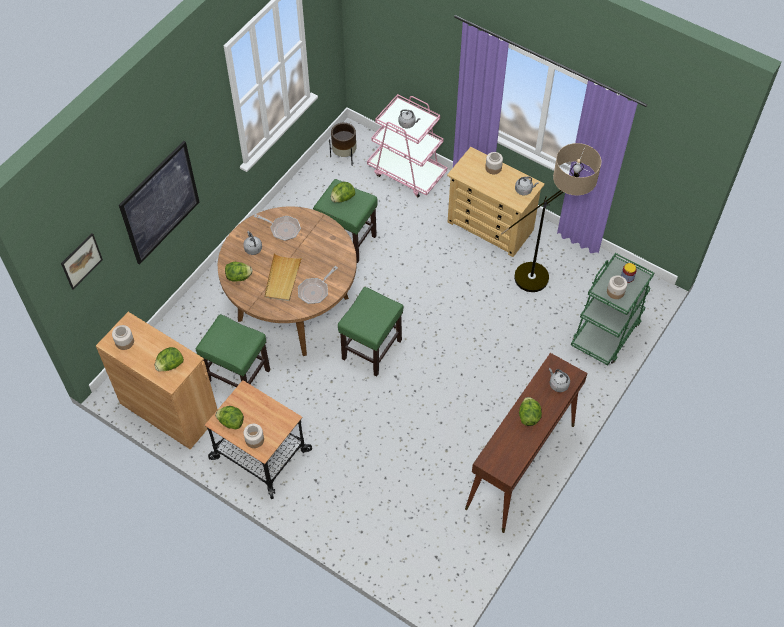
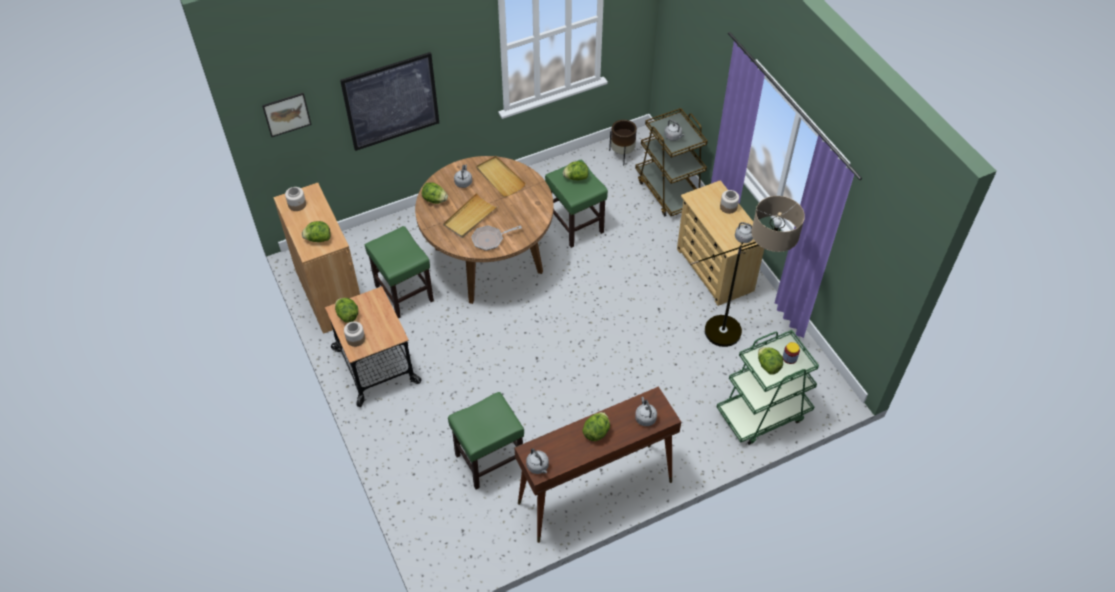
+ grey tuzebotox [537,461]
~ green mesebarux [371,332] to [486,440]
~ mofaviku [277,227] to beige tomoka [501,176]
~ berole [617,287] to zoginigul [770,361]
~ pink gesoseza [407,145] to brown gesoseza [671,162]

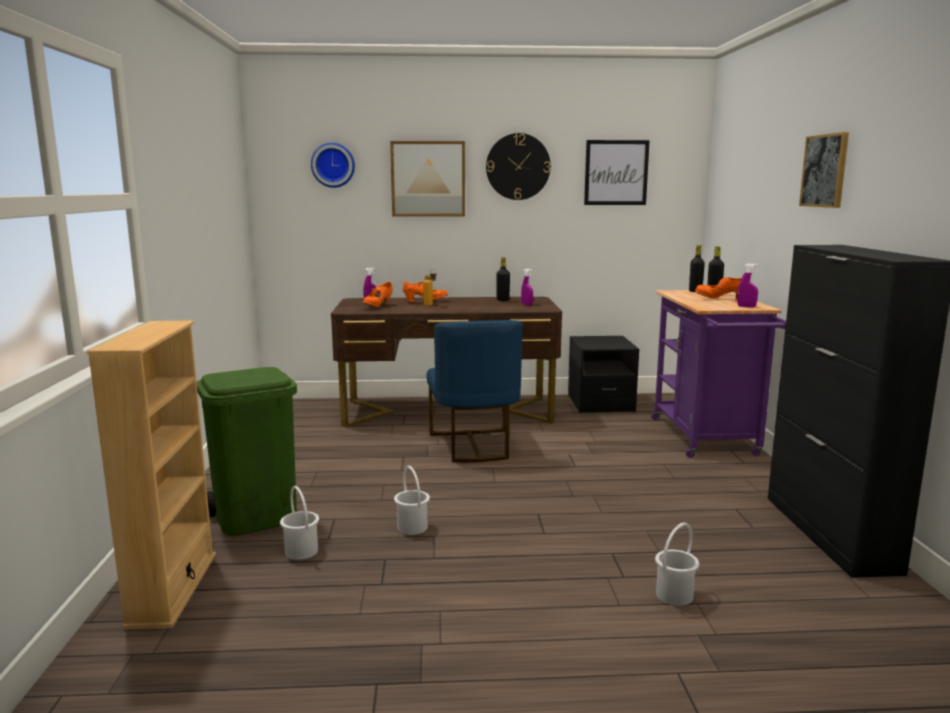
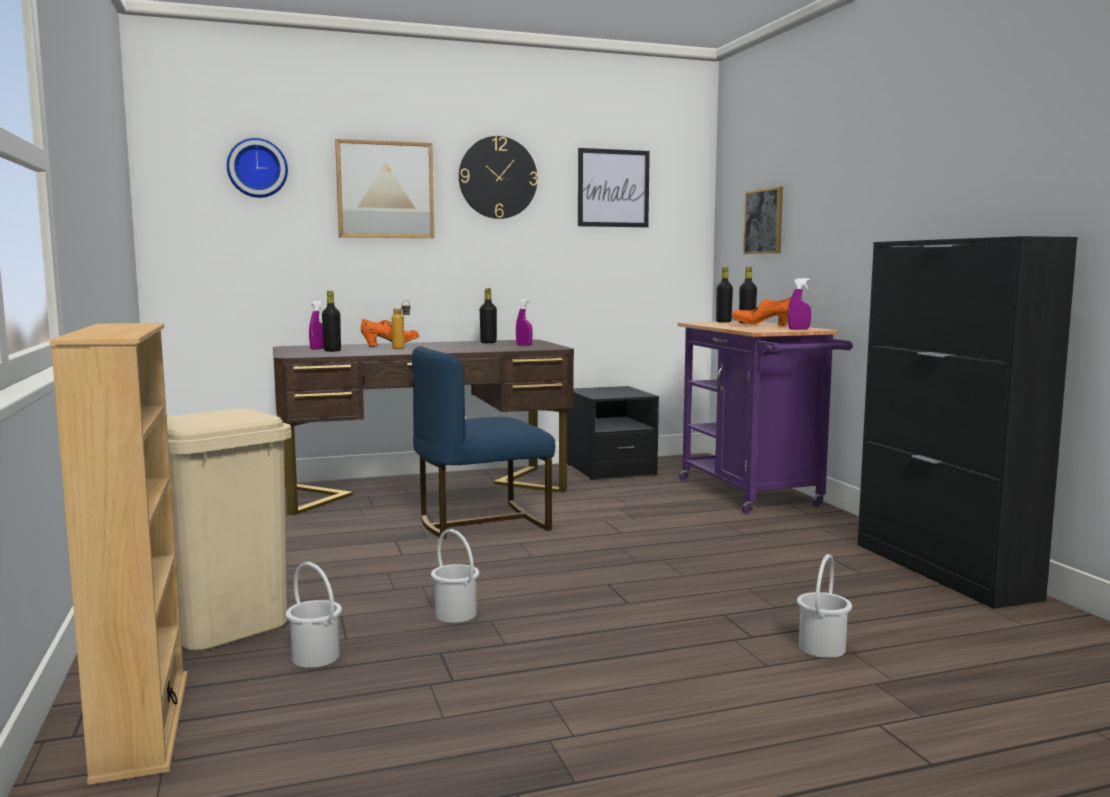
~ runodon [824,170] to [763,220]
~ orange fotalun [378,294] to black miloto [331,321]
~ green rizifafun [247,451] to beige rizifafun [229,530]
~ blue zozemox [474,391] = [483,442] 90 degrees clockwise

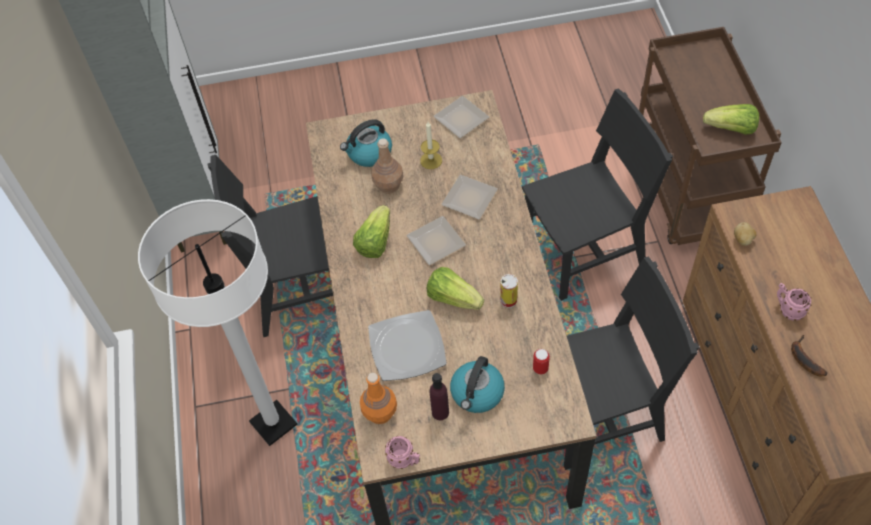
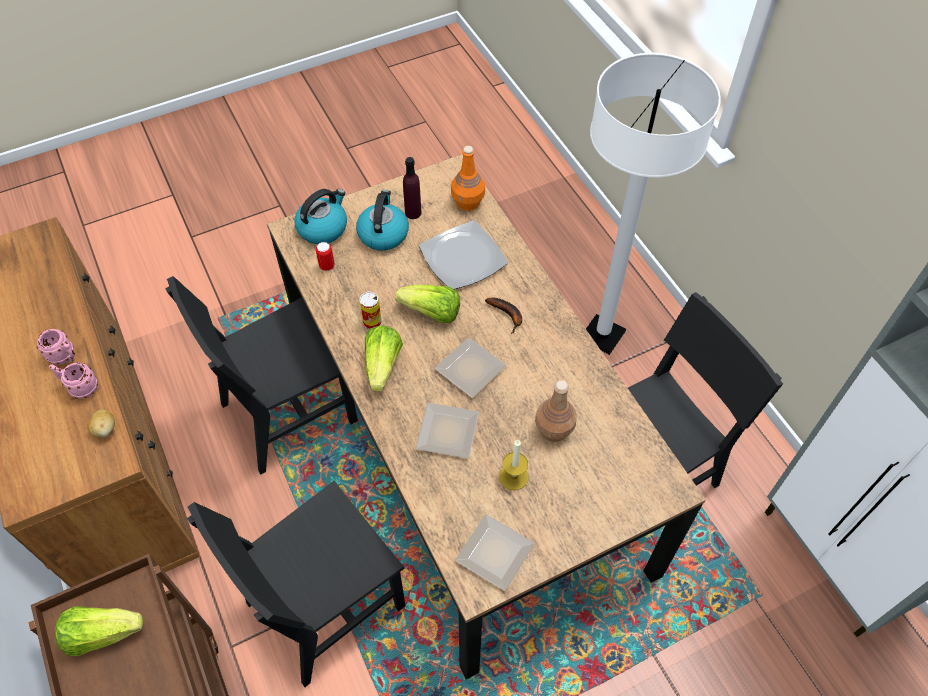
~ tuzebotox [366,143] to [320,216]
~ zoginigul [371,231] to [384,358]
~ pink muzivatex [402,452] to [73,381]
~ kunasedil [809,356] to [503,315]

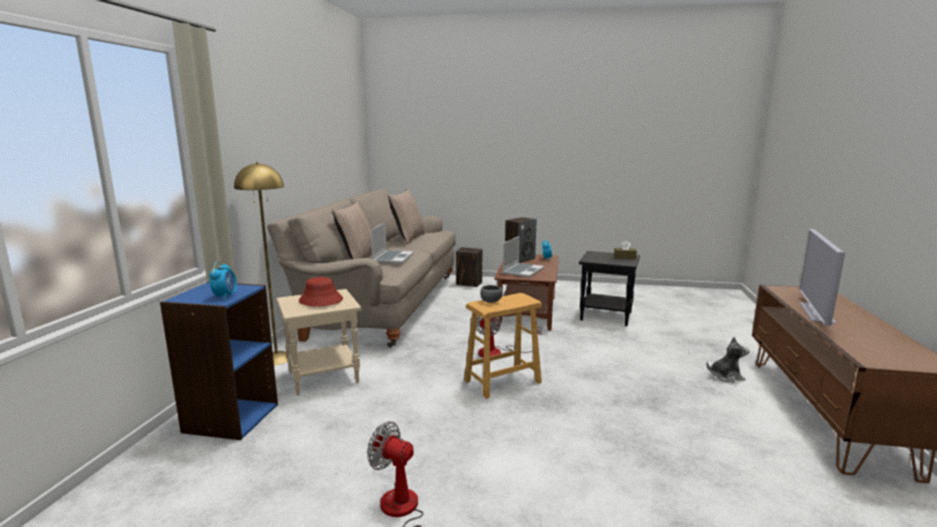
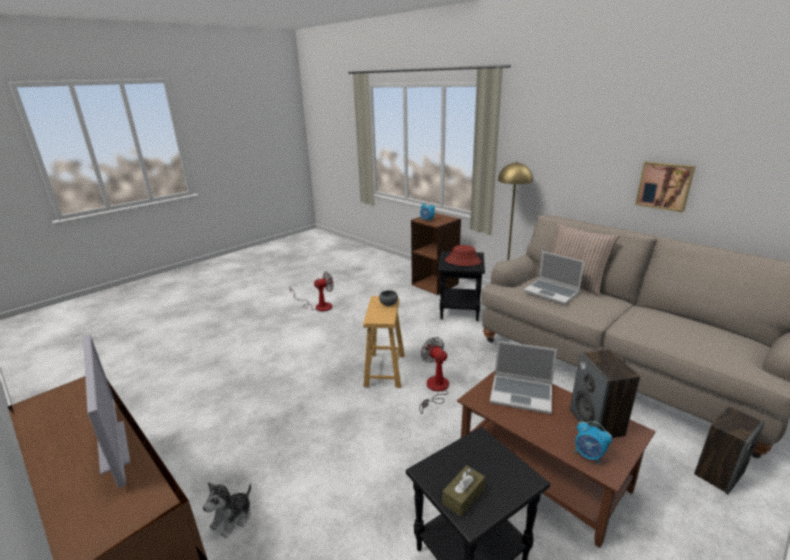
- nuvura [406,216]
+ runodon [665,187]
~ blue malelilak [219,361] to brown malelilak [436,254]
~ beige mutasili [319,342] to black mutasili [461,286]
~ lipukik [523,257] = [523,377] 45 degrees counterclockwise

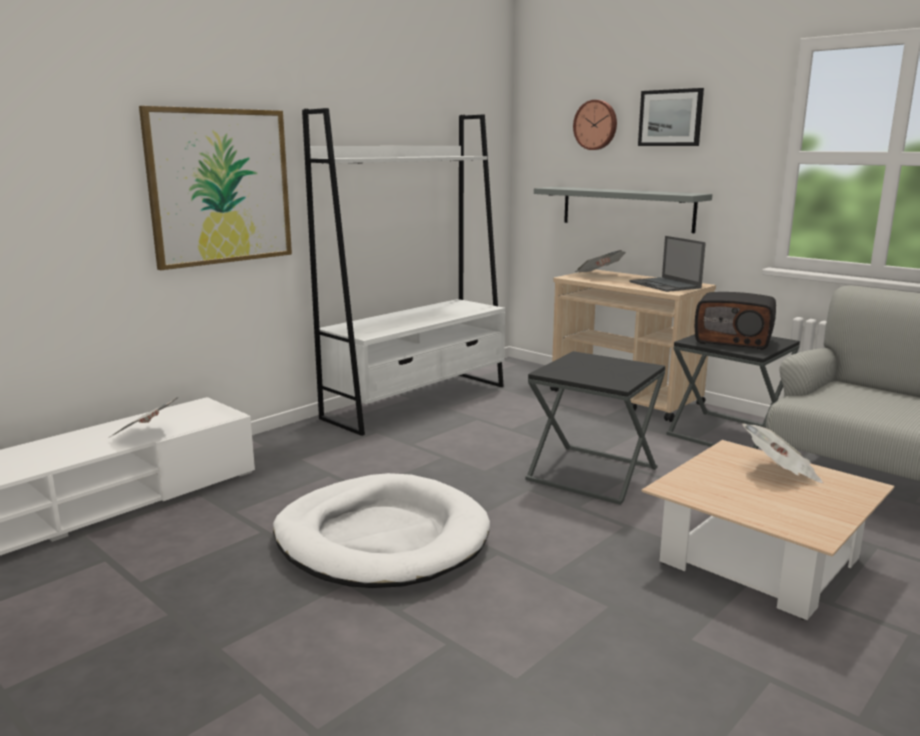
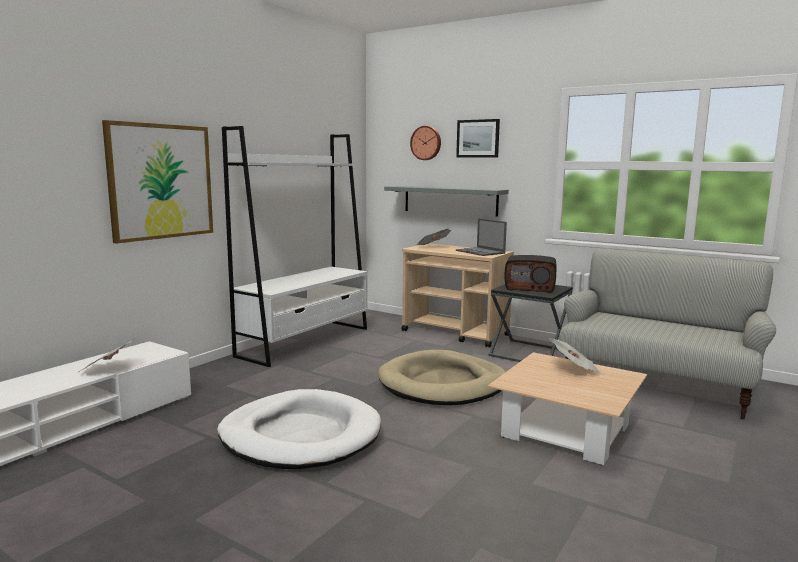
~ black mutasili [595,428] to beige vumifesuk [442,377]

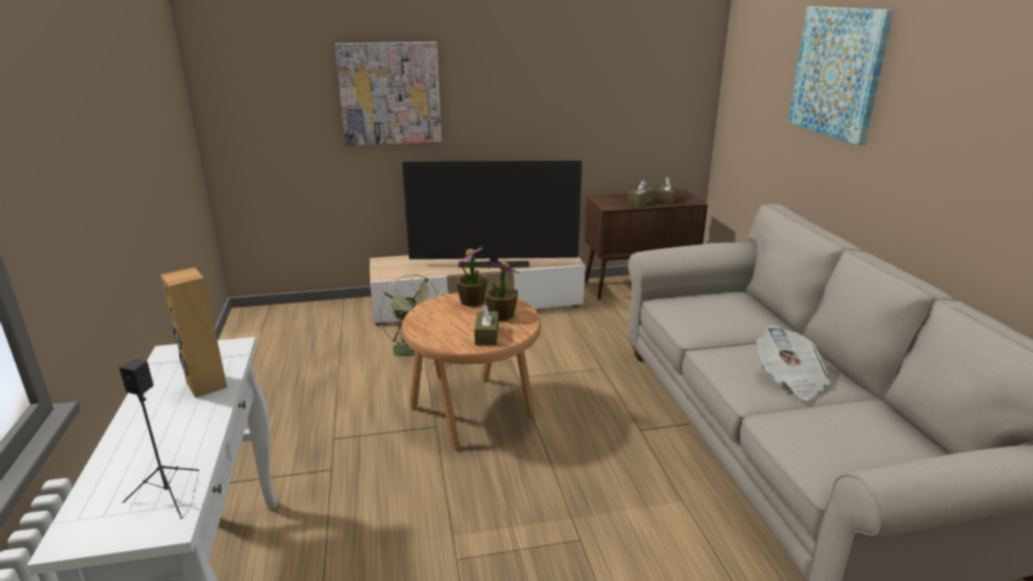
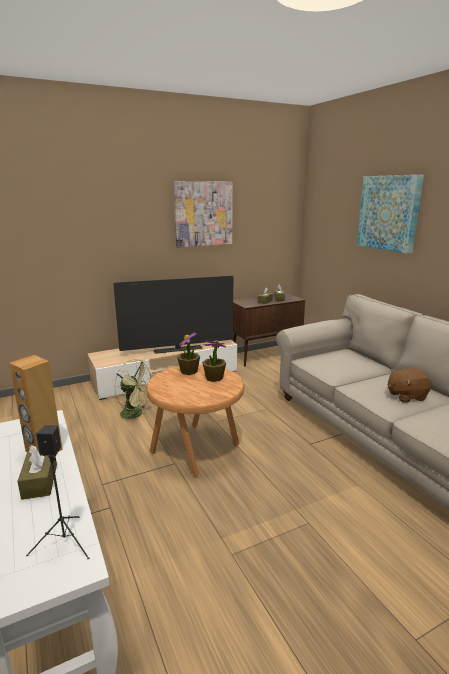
~ runodon [388,94] to [203,214]
~ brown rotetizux [486,324] to [37,472]
~ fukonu [793,363] to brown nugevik [410,385]

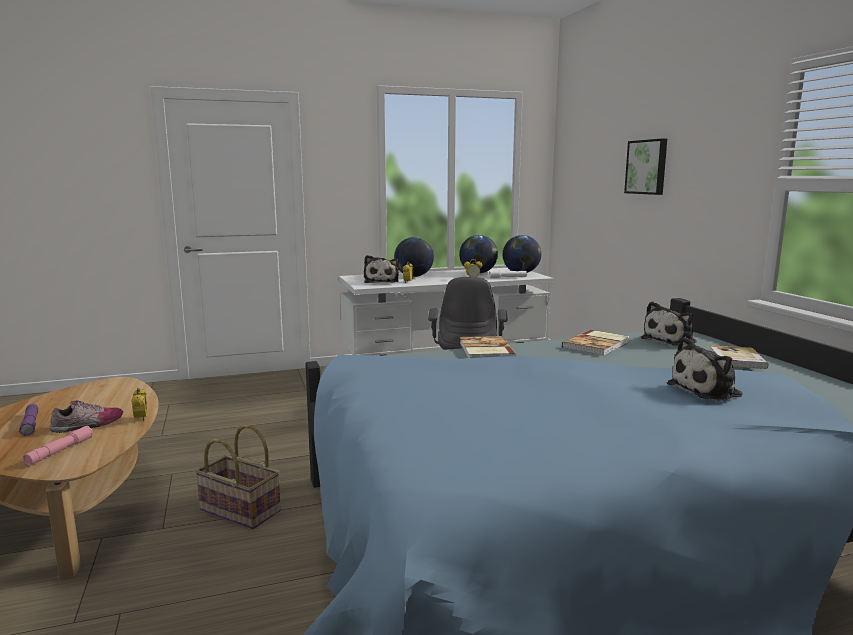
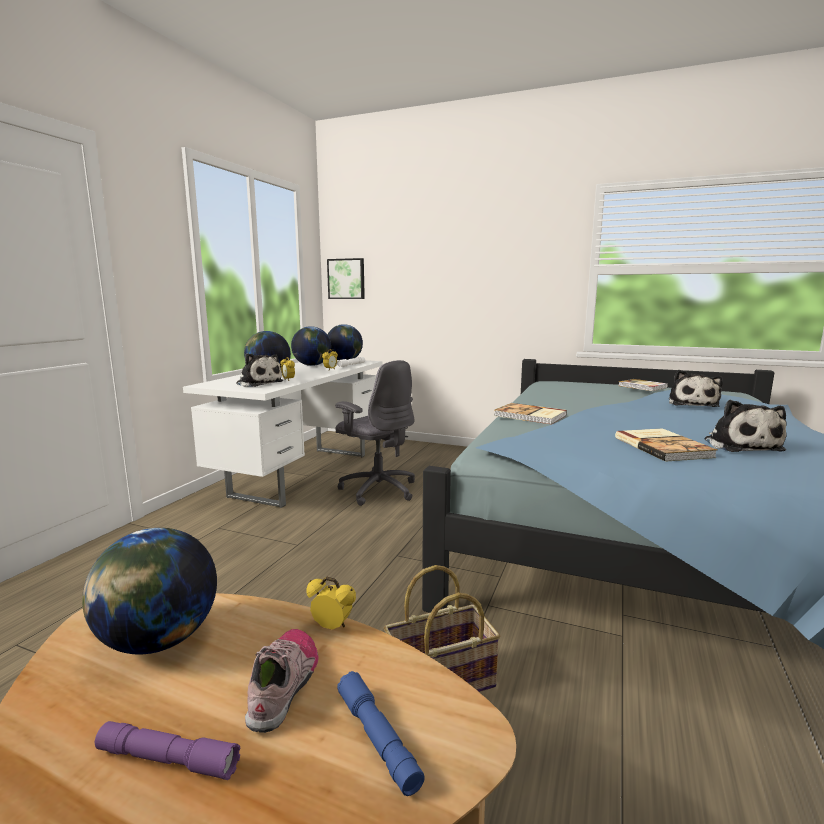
+ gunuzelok [149,591]
~ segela [596,343] to [666,445]
~ runodon [645,167] to [346,278]
~ nugevik [669,323] to [745,426]
~ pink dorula [58,445] to blue dorula [381,733]

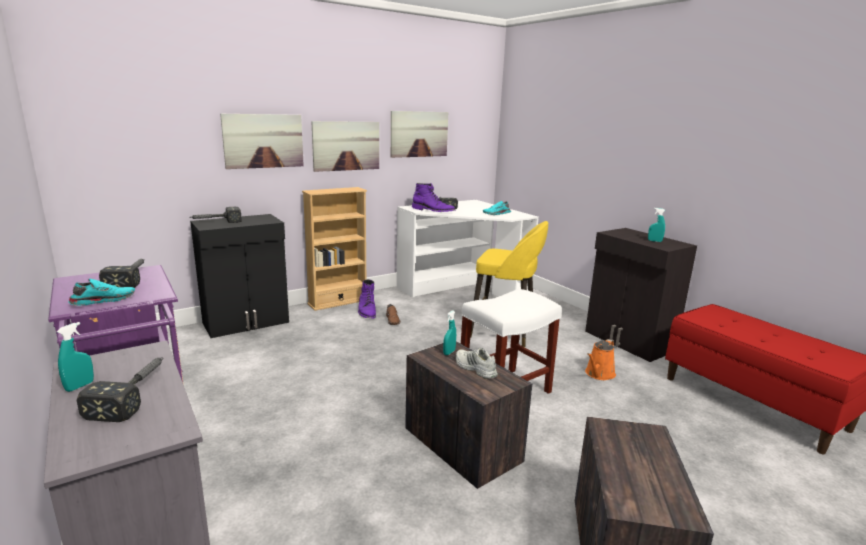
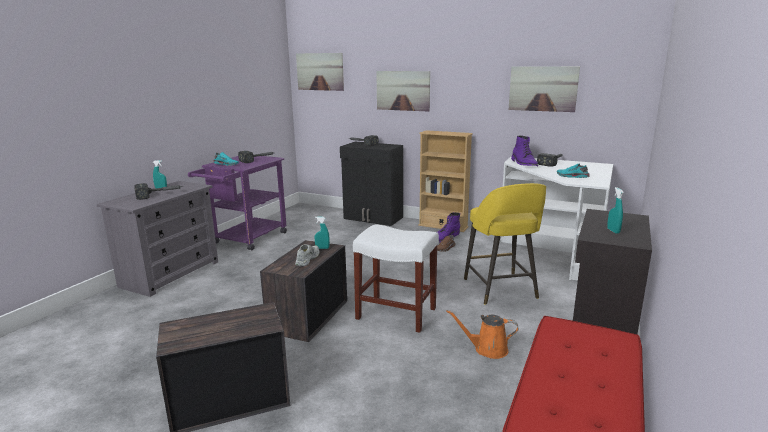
~ runodon [345,146] to [320,72]

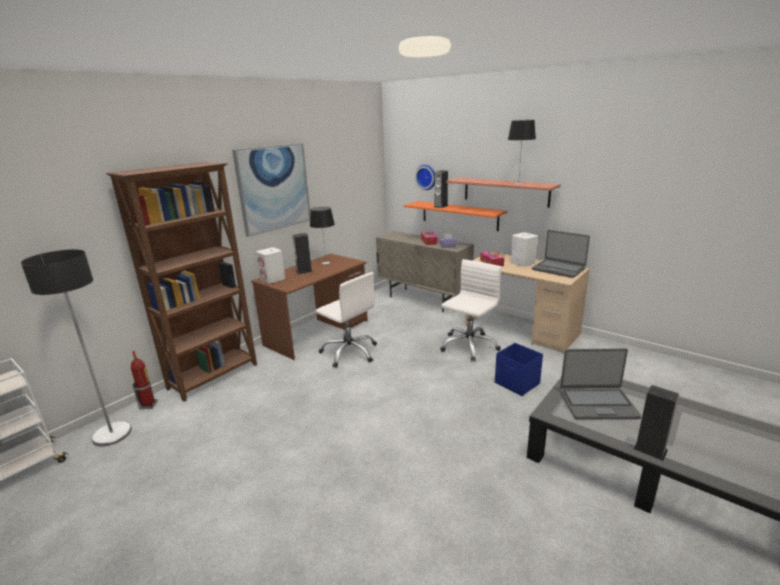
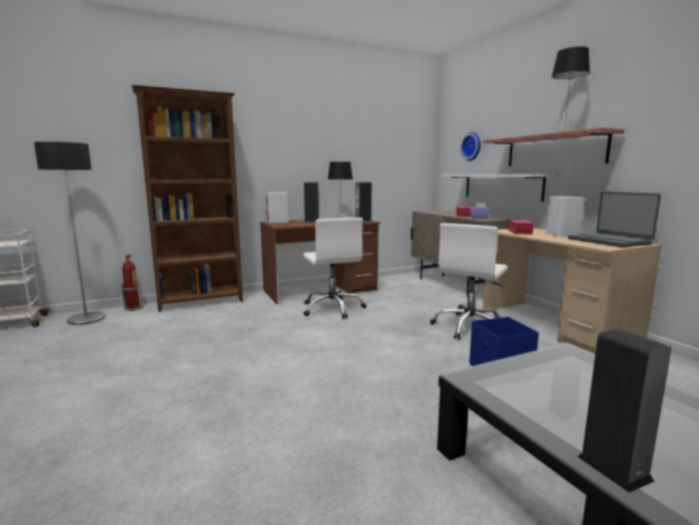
- runodon [271,190]
- lipukik [601,383]
~ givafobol [441,189] to [363,202]
~ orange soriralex [455,216] to white soriralex [498,188]
~ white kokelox [471,310] = [469,281] 150 degrees clockwise

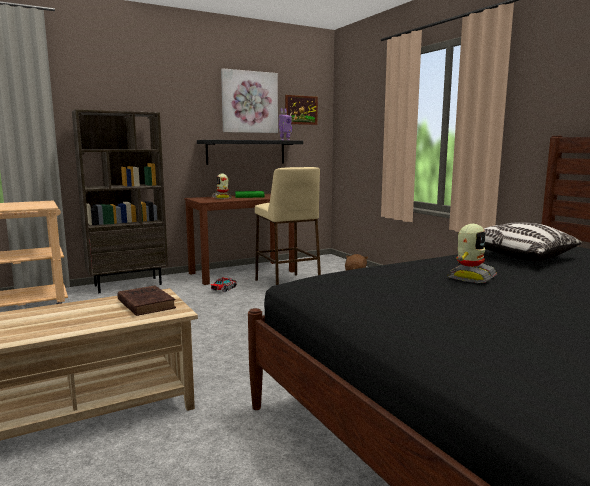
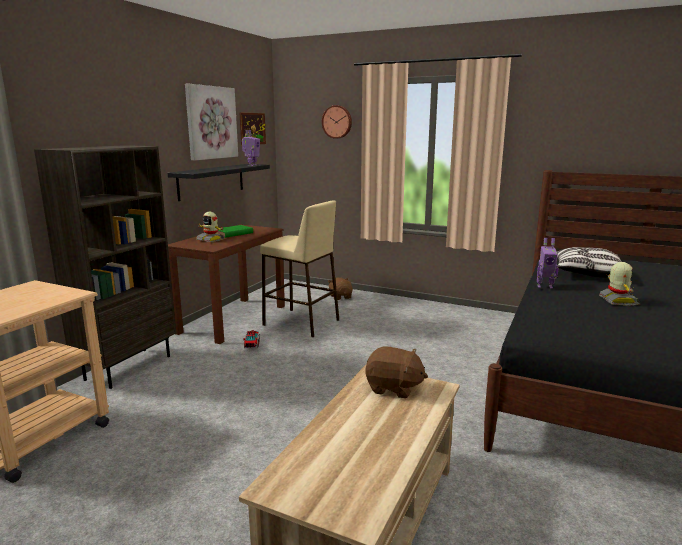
+ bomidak [337,122]
+ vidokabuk [548,263]
~ brown segela [146,301] to brown nugevik [396,372]

